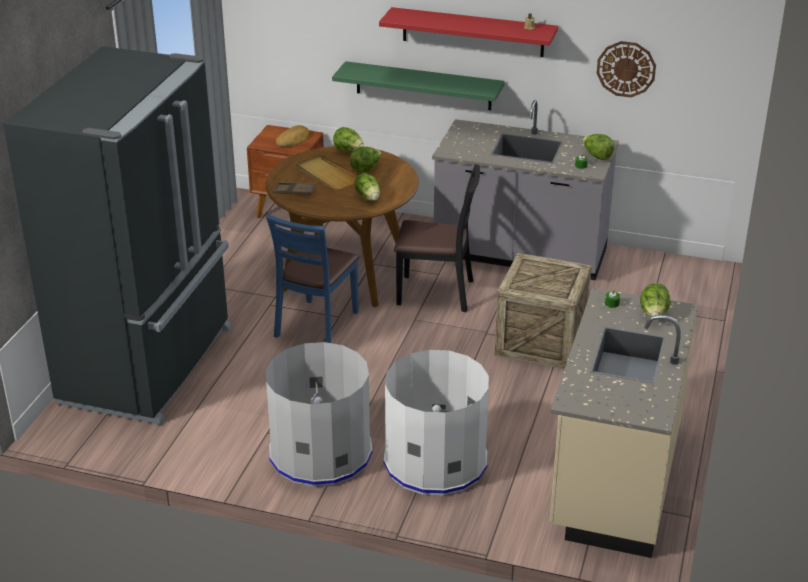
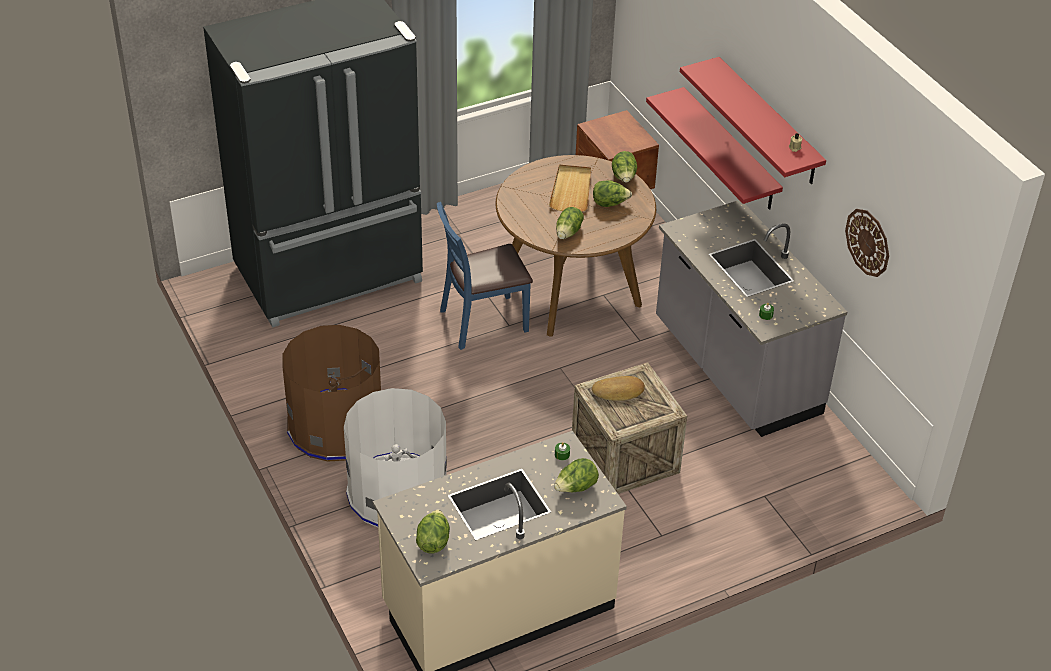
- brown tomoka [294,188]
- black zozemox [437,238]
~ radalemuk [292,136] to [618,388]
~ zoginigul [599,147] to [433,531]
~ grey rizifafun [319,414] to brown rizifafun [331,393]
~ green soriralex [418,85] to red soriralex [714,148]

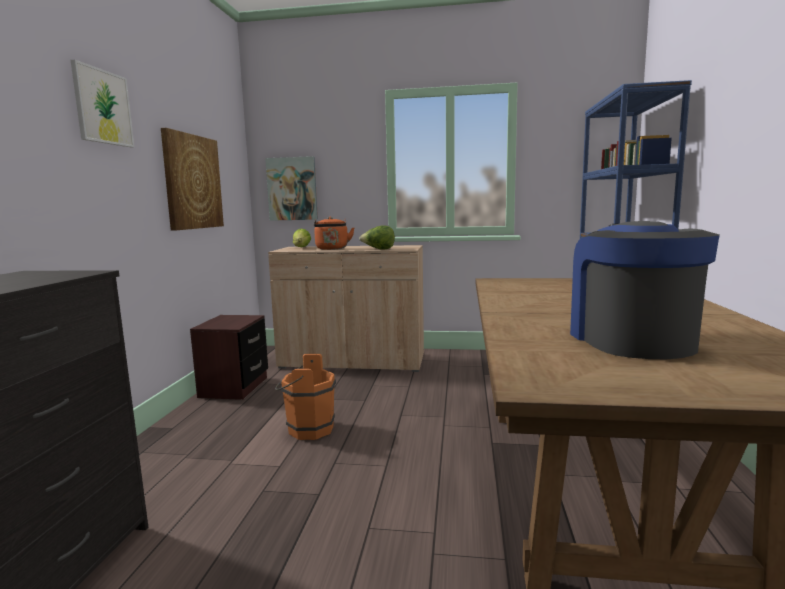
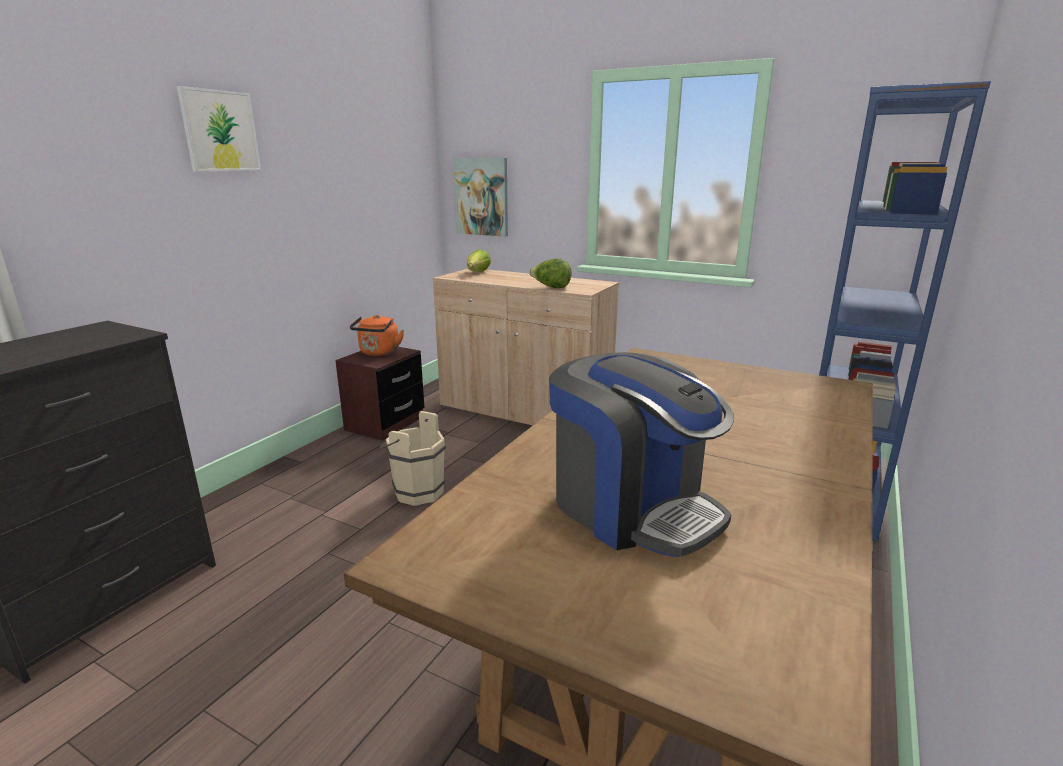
- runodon [192,179]
~ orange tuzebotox [334,233] to [377,335]
~ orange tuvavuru [305,397] to beige tuvavuru [413,458]
~ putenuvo [645,290] = [641,454] 120 degrees clockwise

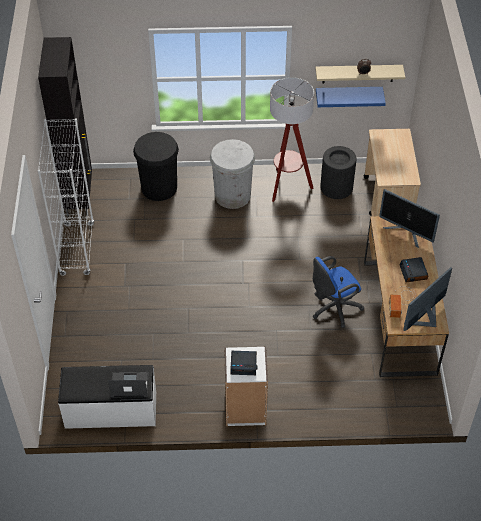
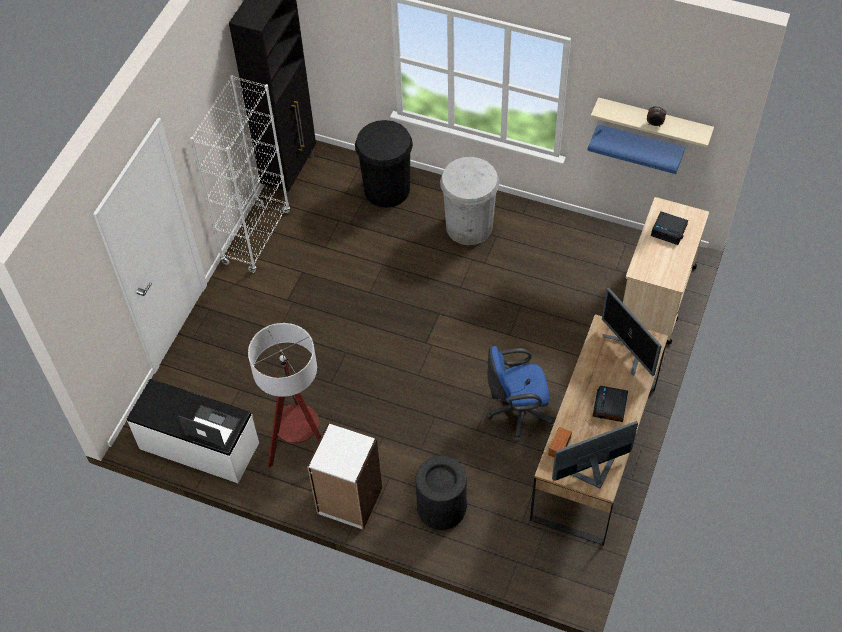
~ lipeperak [244,363] to [669,228]
~ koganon [292,139] to [284,395]
~ black rizifafun [338,172] to [441,493]

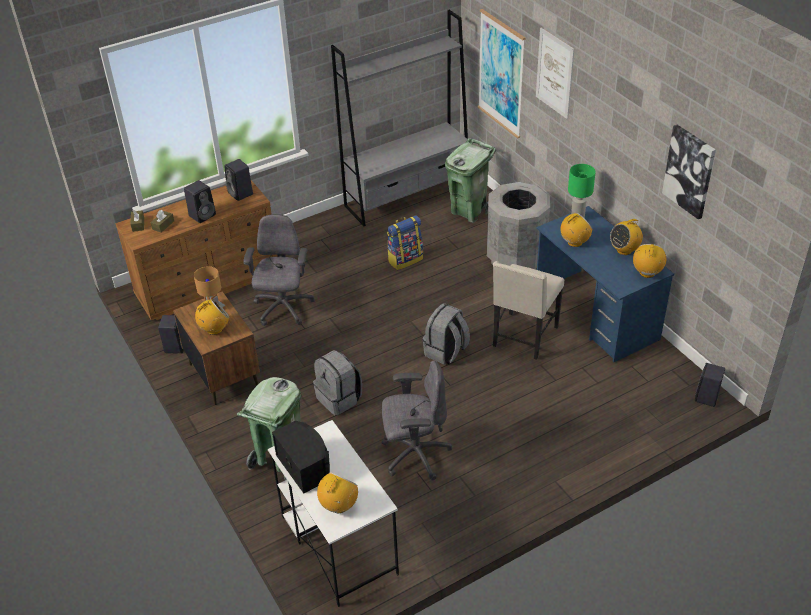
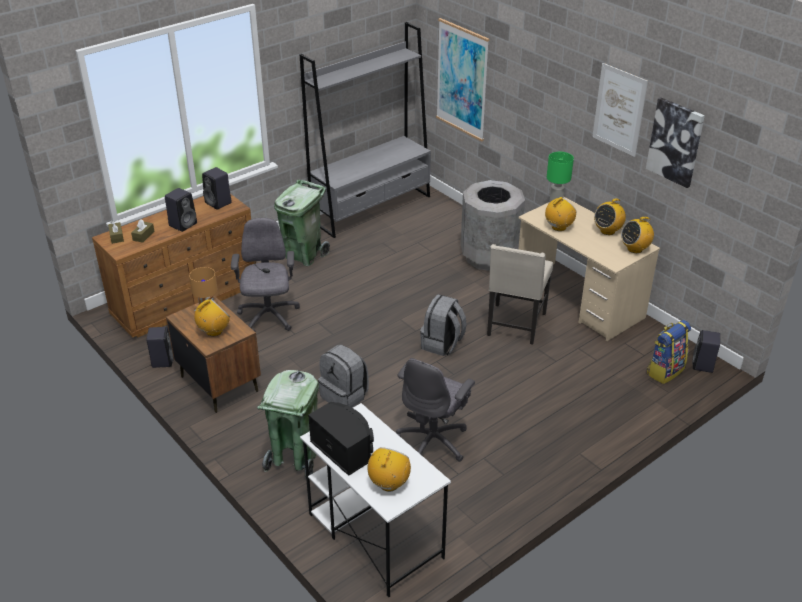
~ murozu [405,242] to [669,352]
~ green rizifafun [470,180] to [302,223]
~ runodon [555,73] to [620,110]
~ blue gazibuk [605,284] to beige gazibuk [589,269]
~ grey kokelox [417,420] = [435,410] 135 degrees clockwise
~ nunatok [649,261] = [637,234] 120 degrees counterclockwise

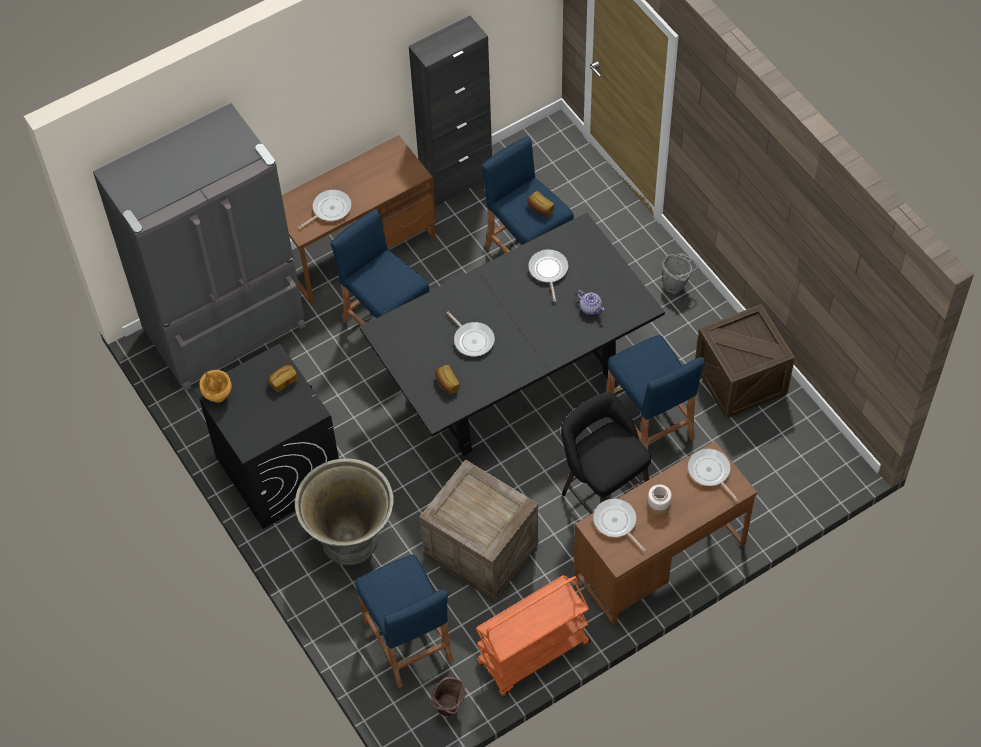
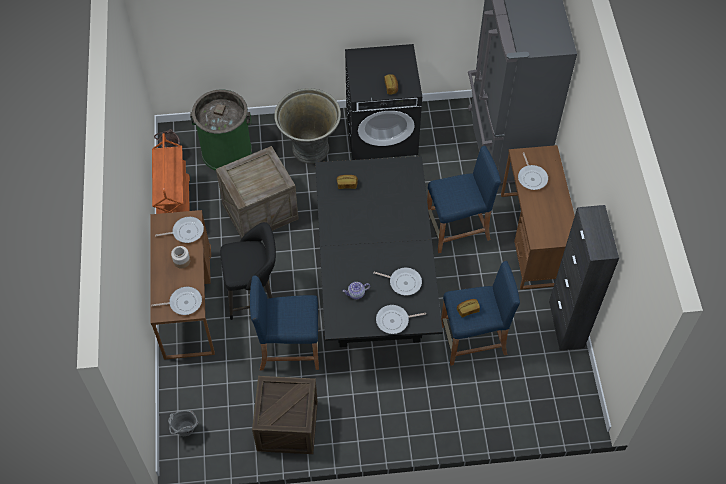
- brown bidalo [215,386]
~ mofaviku [471,333] to [401,319]
~ grey tuvavuru [680,273] to [183,423]
~ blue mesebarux [405,621] to green rizifafun [221,130]

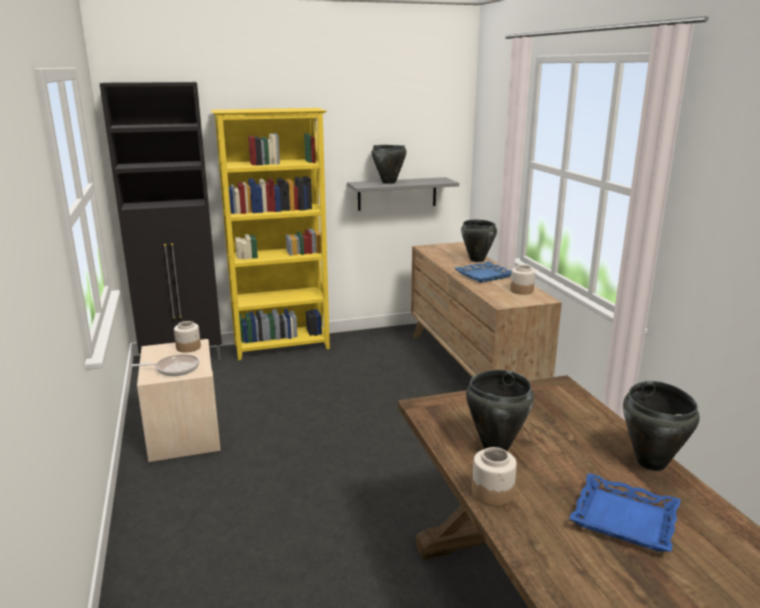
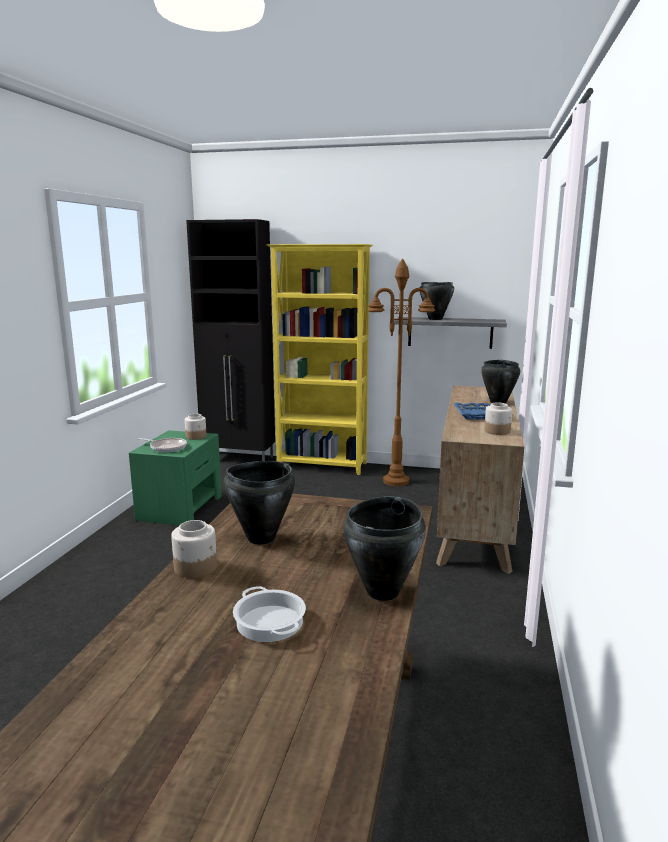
+ brown koganon [401,372]
~ blue tomoka [625,512] to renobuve [269,614]
~ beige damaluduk [179,400] to green damaluduk [175,478]

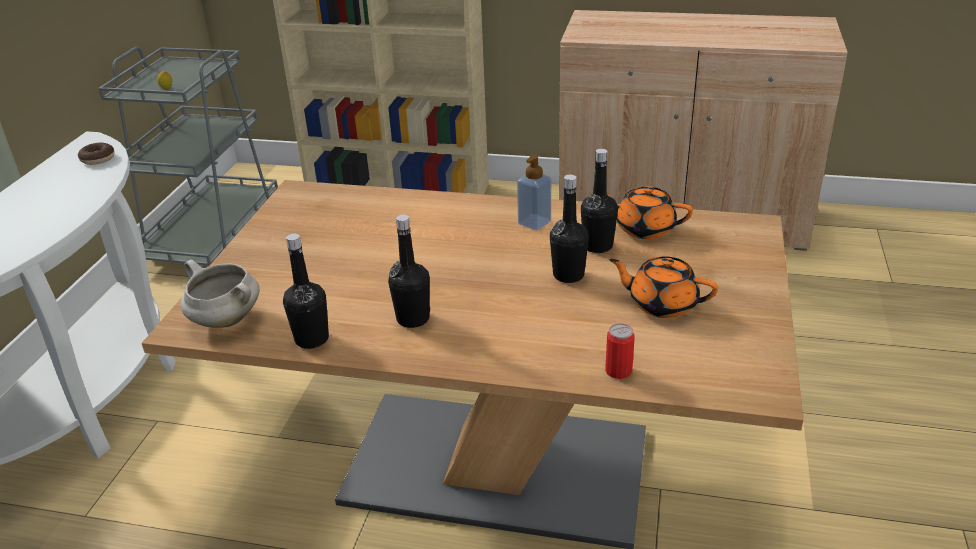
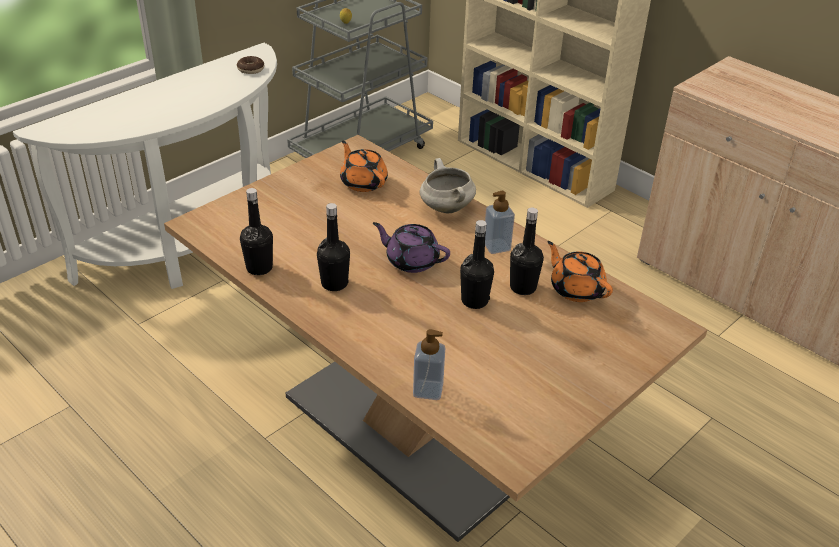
+ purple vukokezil [411,247]
~ white renobuve [220,294] to [448,185]
~ orange vukokezil [663,287] to [364,166]
~ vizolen [620,351] to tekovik [429,364]

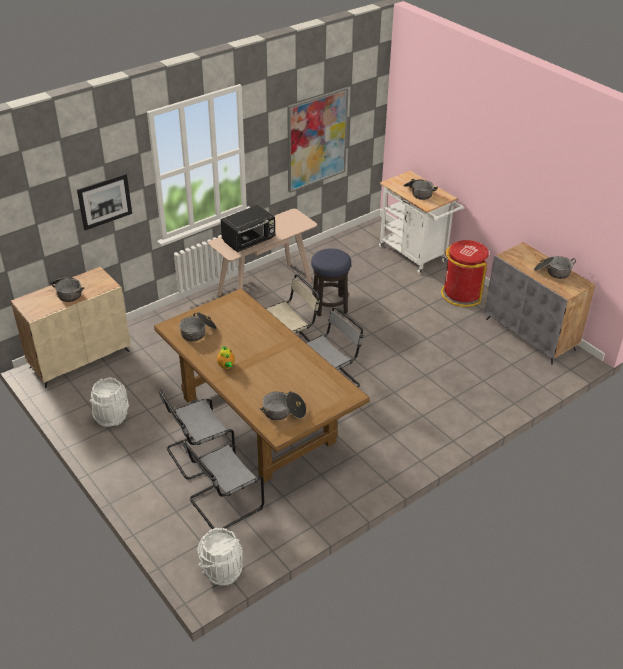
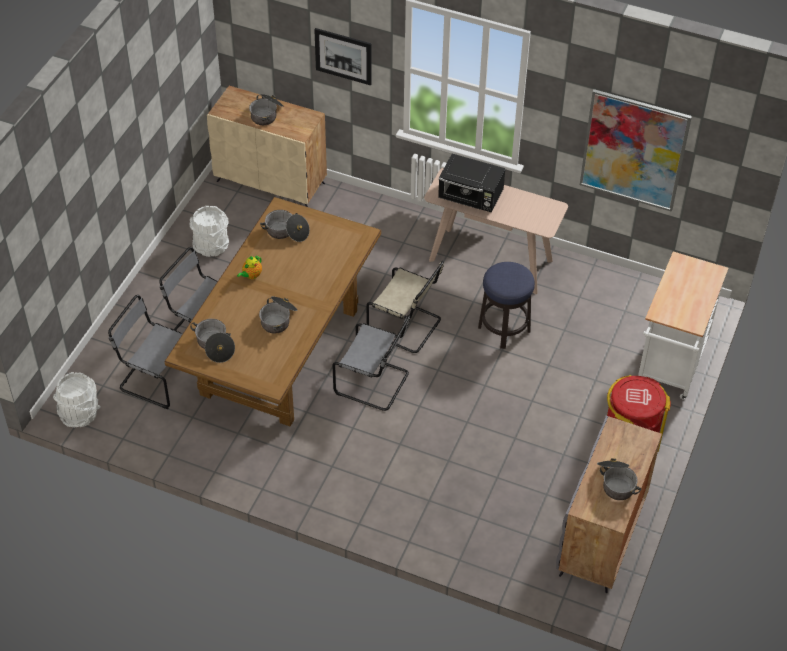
~ renobuve [421,189] to [278,315]

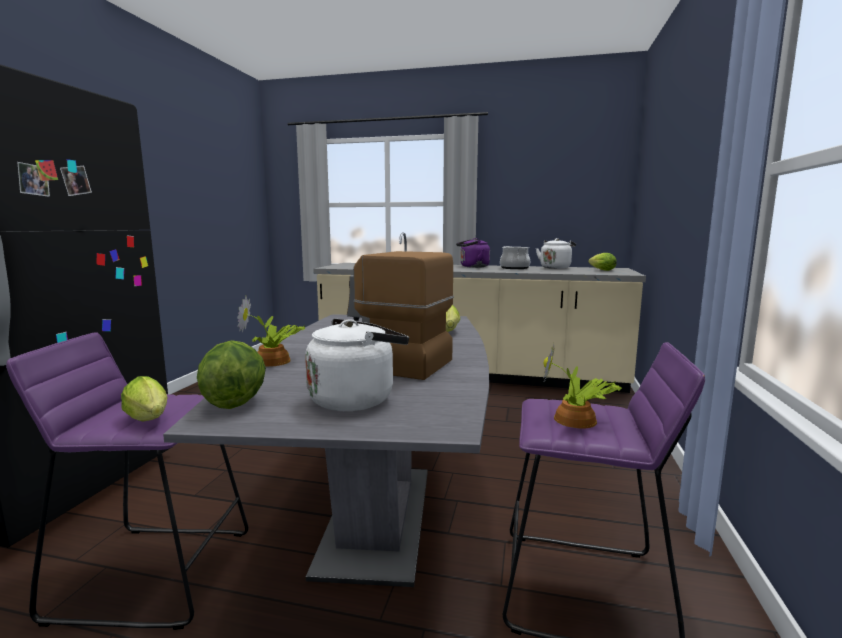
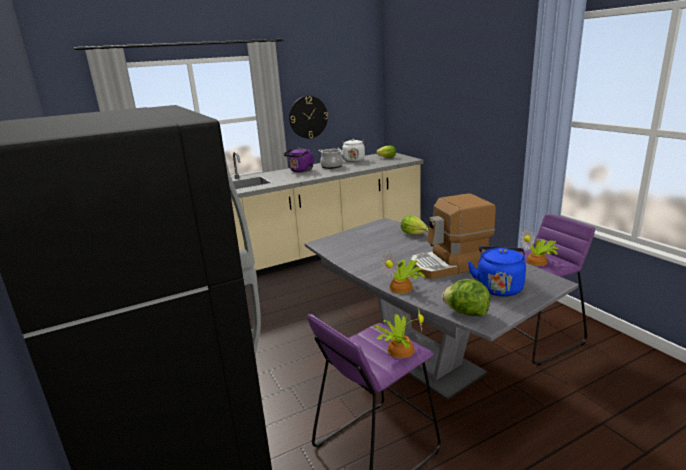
+ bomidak [308,117]
~ zoginigul [144,398] to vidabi [398,332]
~ white tuzebotox [357,365] to blue tuzebotox [497,271]

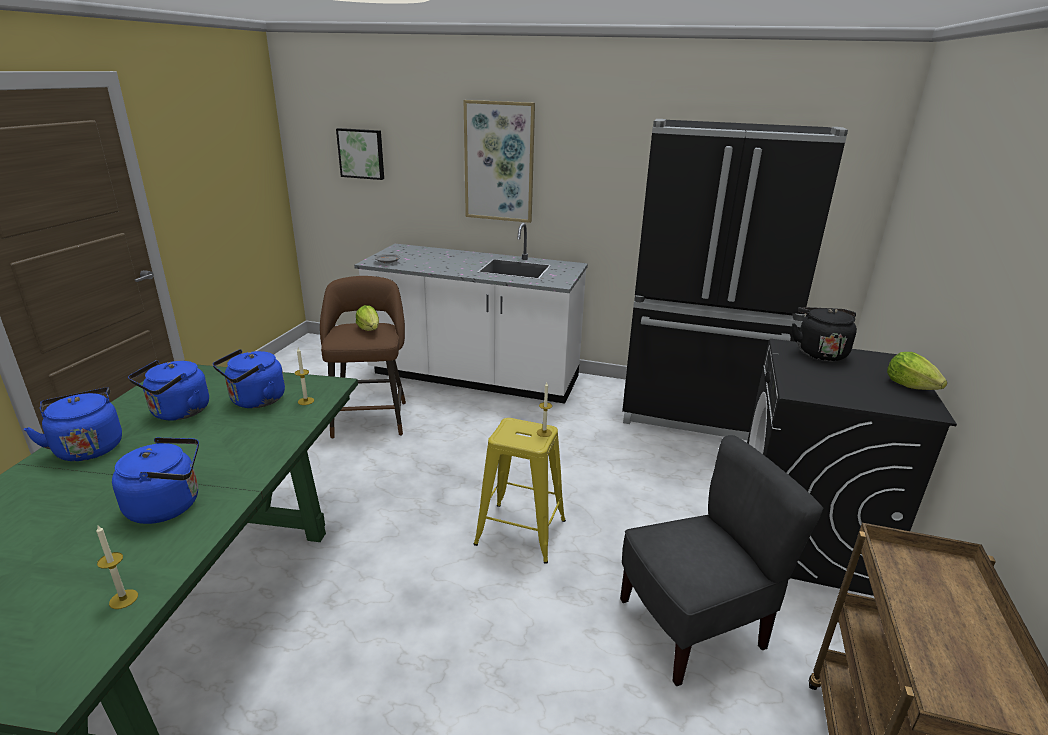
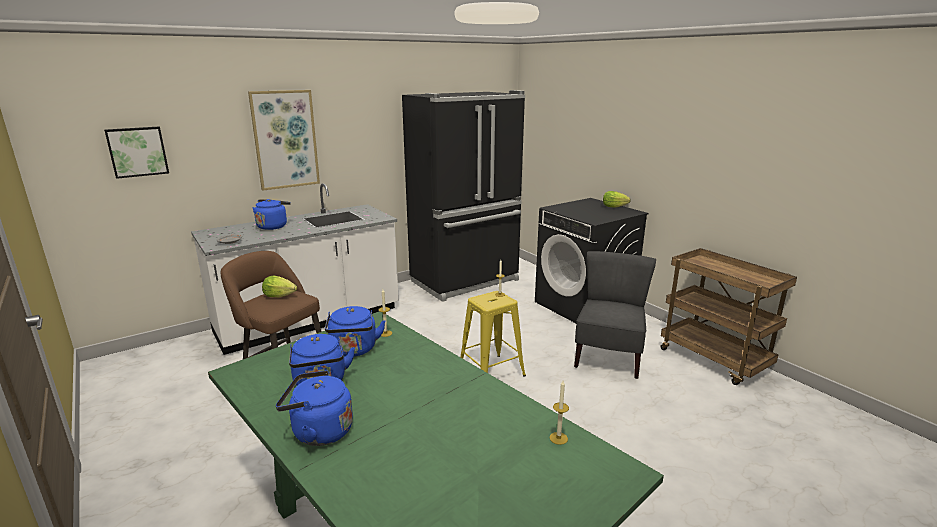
- black tuzebotox [824,334]
~ blue tuzebotox [155,480] to [271,214]

